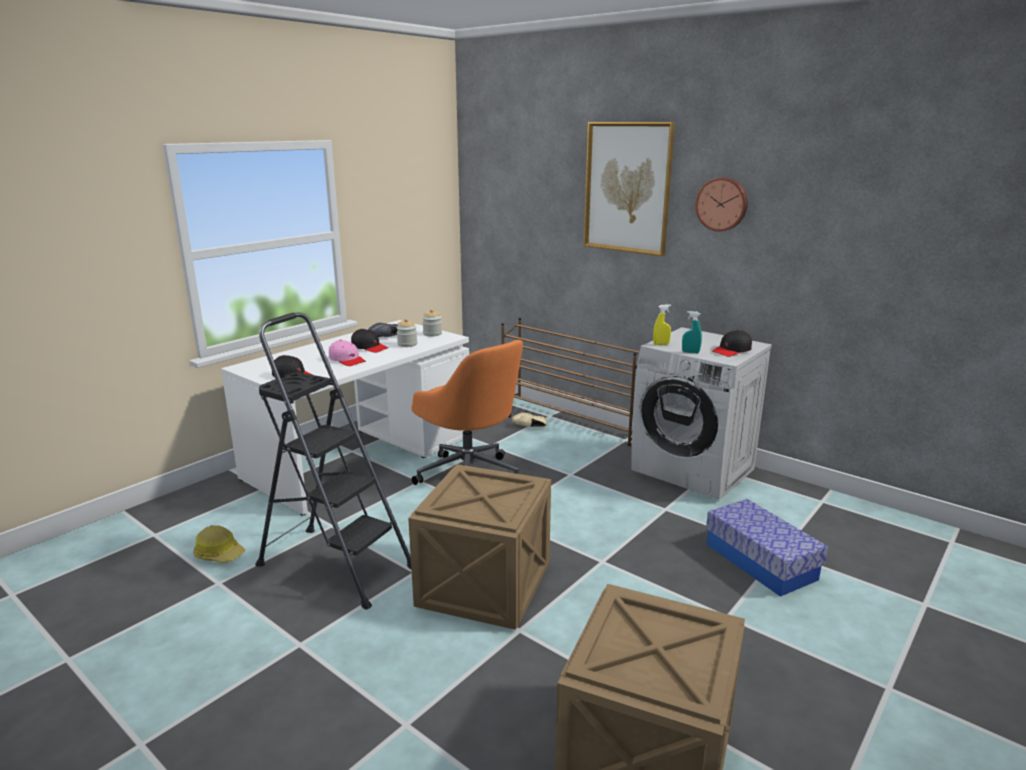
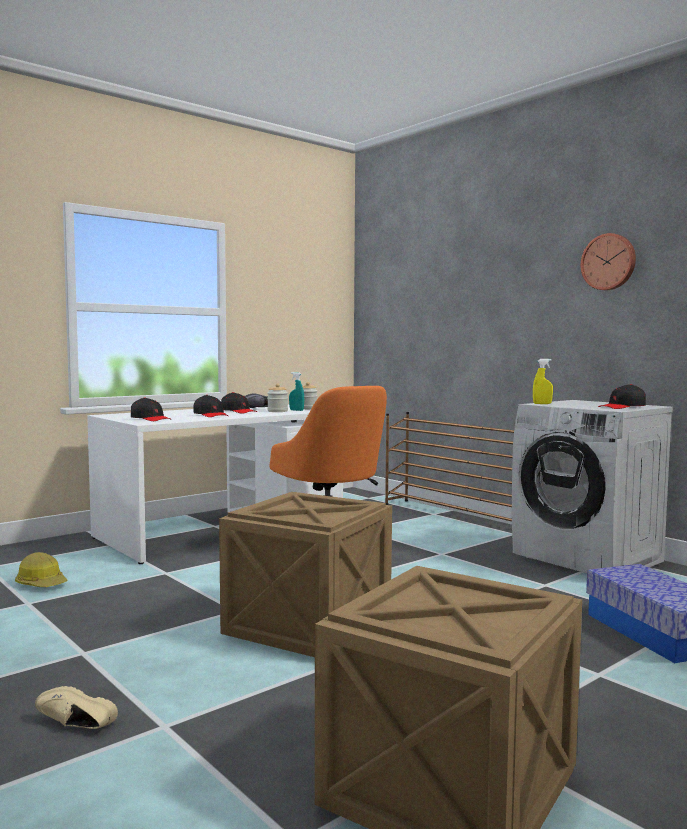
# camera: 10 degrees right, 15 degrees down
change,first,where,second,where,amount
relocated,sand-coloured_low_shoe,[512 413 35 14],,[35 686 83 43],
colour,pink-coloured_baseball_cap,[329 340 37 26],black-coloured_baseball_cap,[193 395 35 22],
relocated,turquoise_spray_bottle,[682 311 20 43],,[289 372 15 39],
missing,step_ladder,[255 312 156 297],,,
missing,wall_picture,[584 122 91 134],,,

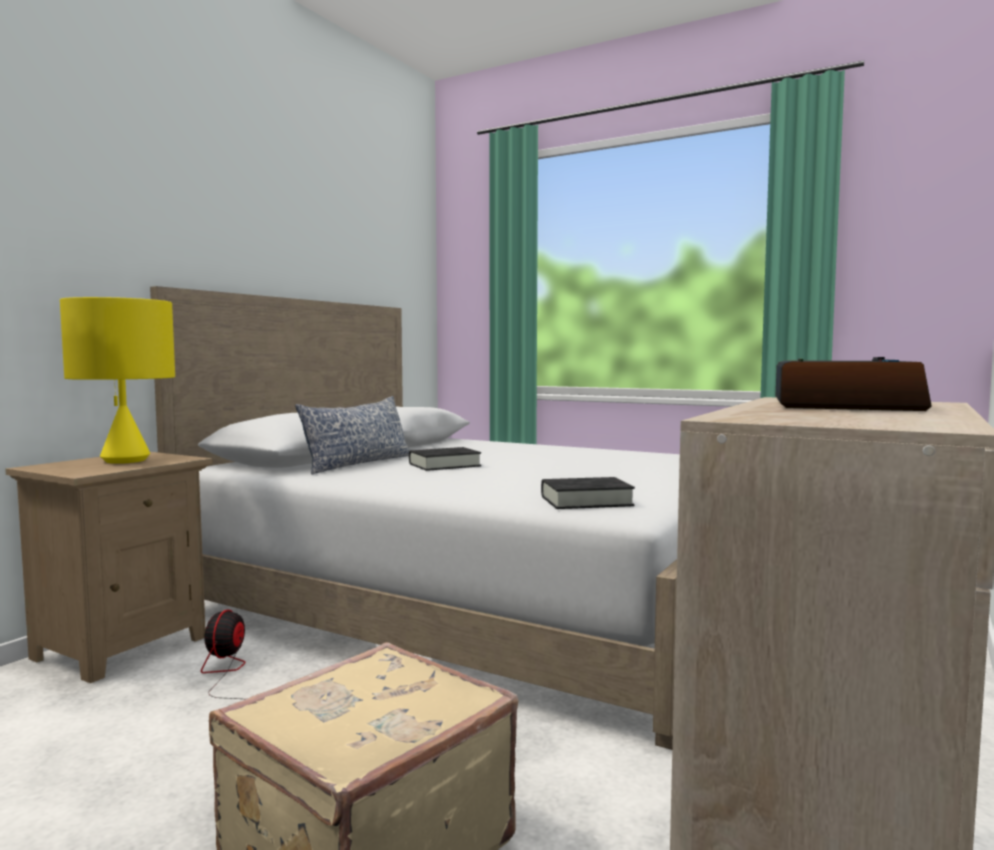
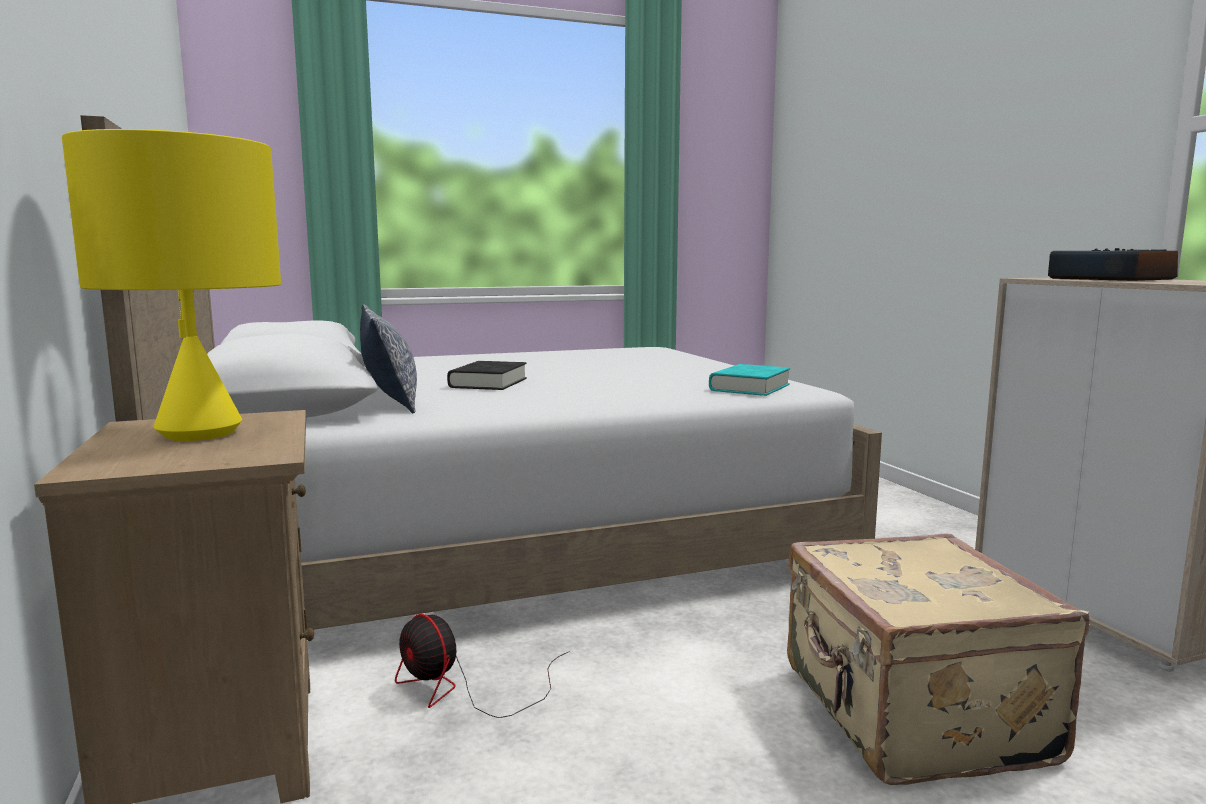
# camera: 50 degrees left, 5 degrees up
change,first,where,second,where,amount
colour,black-coloured_volume,[541 477 94 32],turquoise_volume,[709 364 81 32],

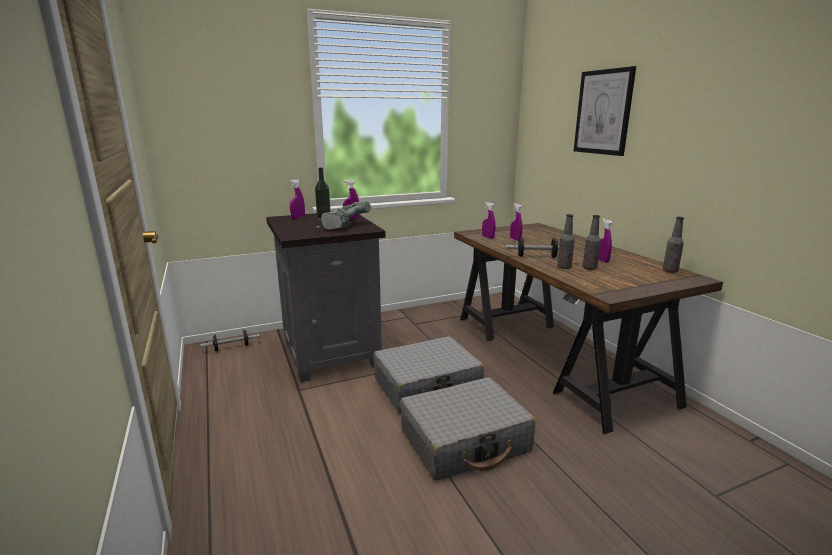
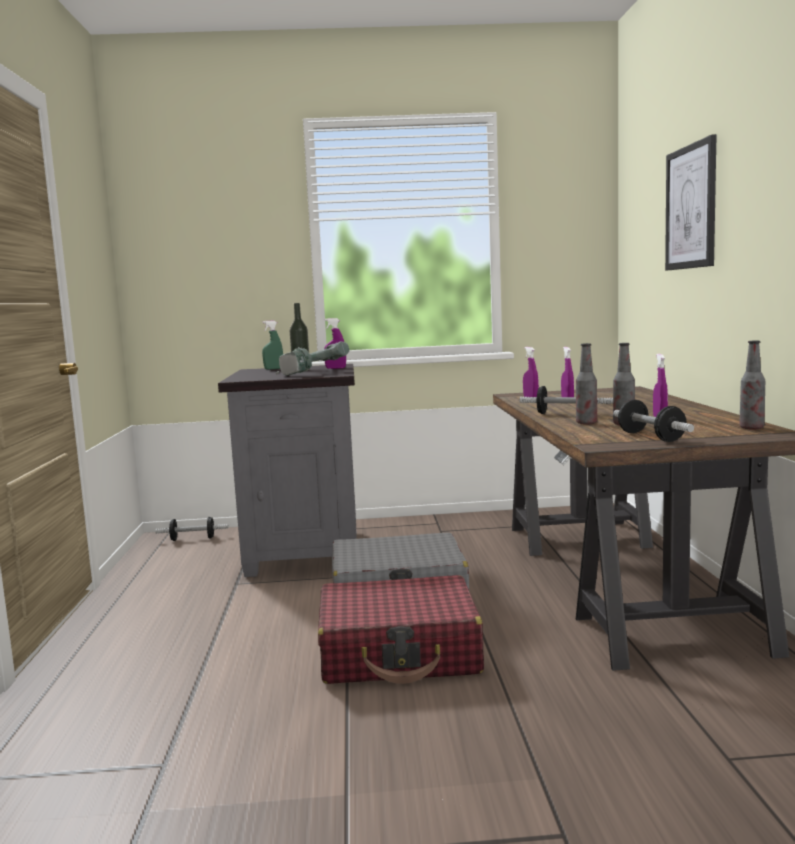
# camera: 20 degrees right, 10 degrees down
change,first,where,second,where,amount
colour,purple-coloured_spray_bottle,[289 180 16 39],green_spray_bottle,[262 321 21 49],
colour,grey_travel_case,[400 377 135 104],red-coloured_travel_case,[318 575 166 109],
appeared,,,dumbbell,[614 400 80 42],

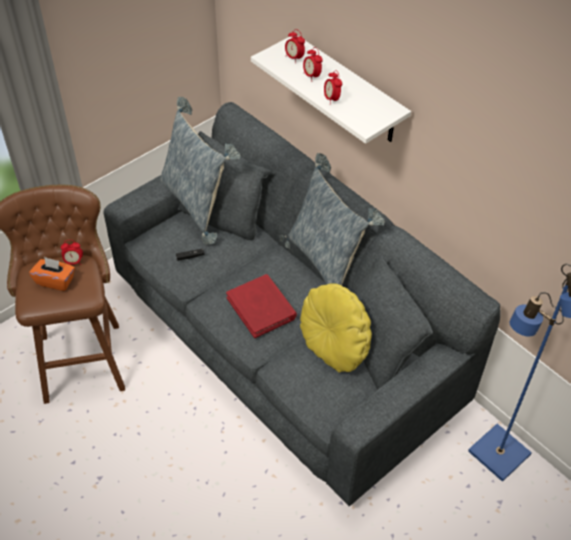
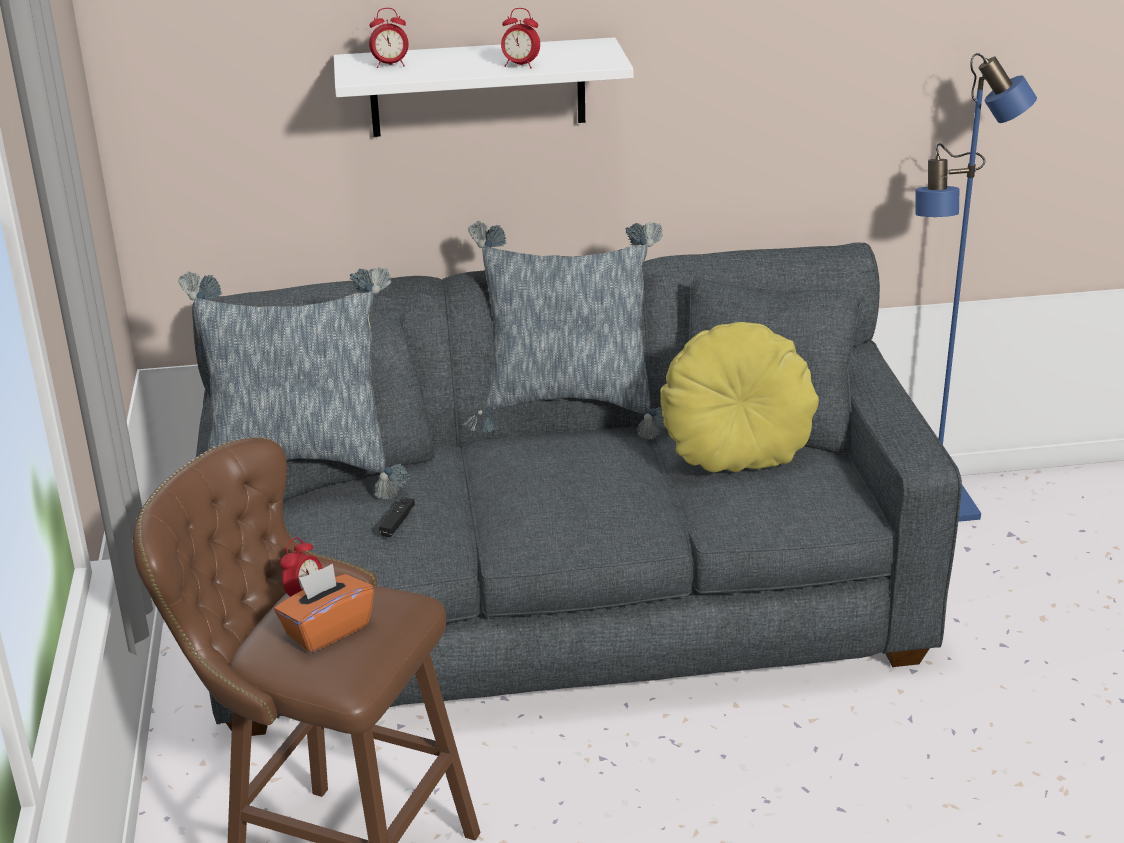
# camera: 55 degrees left, 20 degrees down
change,first,where,second,where,amount
missing,red-coloured_volume,[226 274 71 64],,,
missing,alarm_clock,[303 47 20 35],,,

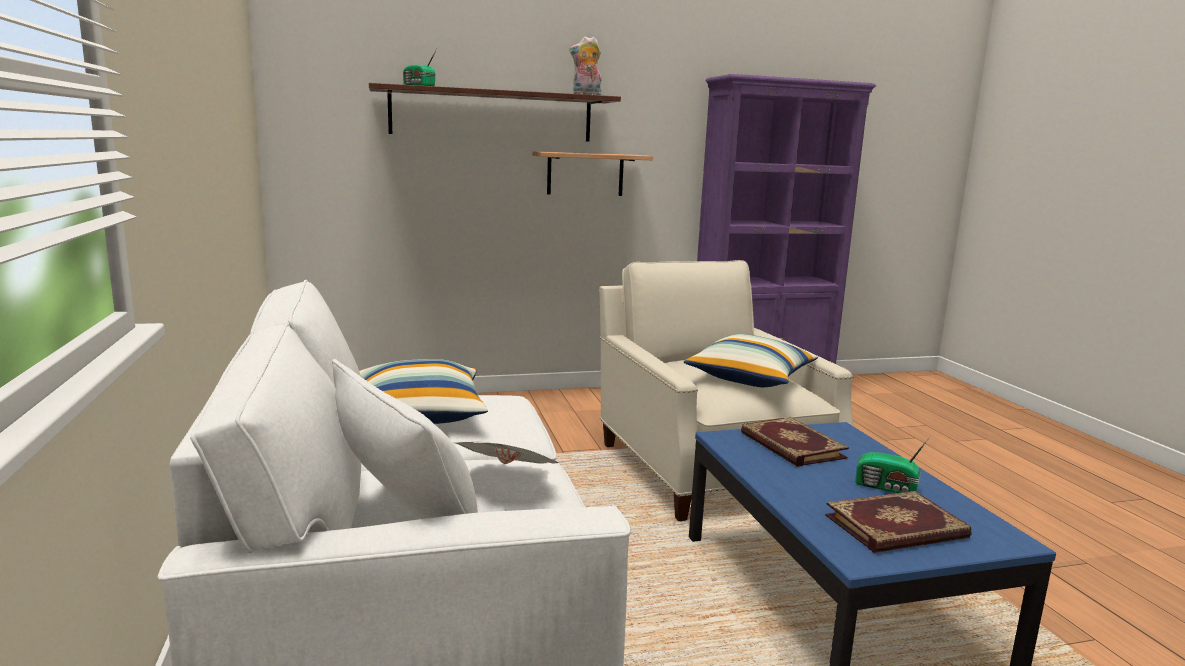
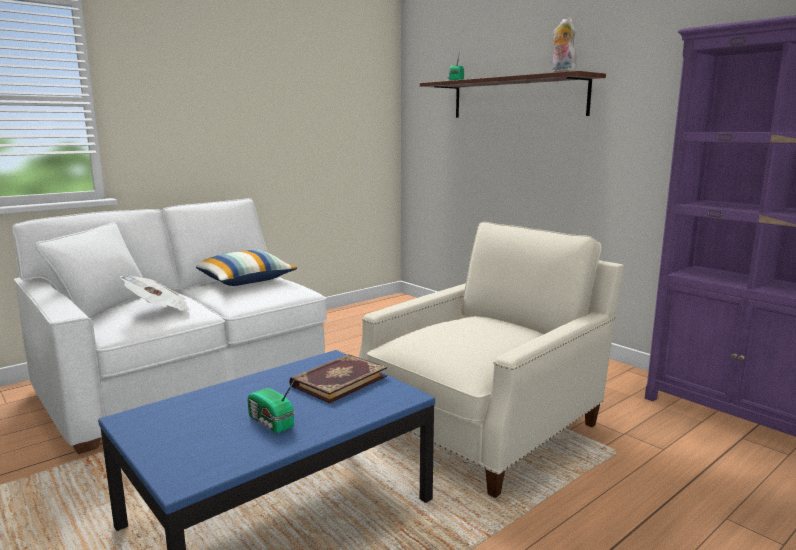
# camera: 65 degrees right, 0 degrees up
change,first,where,second,where,amount
spun,radio_receiver,[855 437 75 56],,[247 378 49 55],45 degrees counterclockwise
missing,shelf,[532 151 121 45],,,
missing,throw_pillow,[684 334 134 53],,,
missing,volume,[825 491 147 62],,,

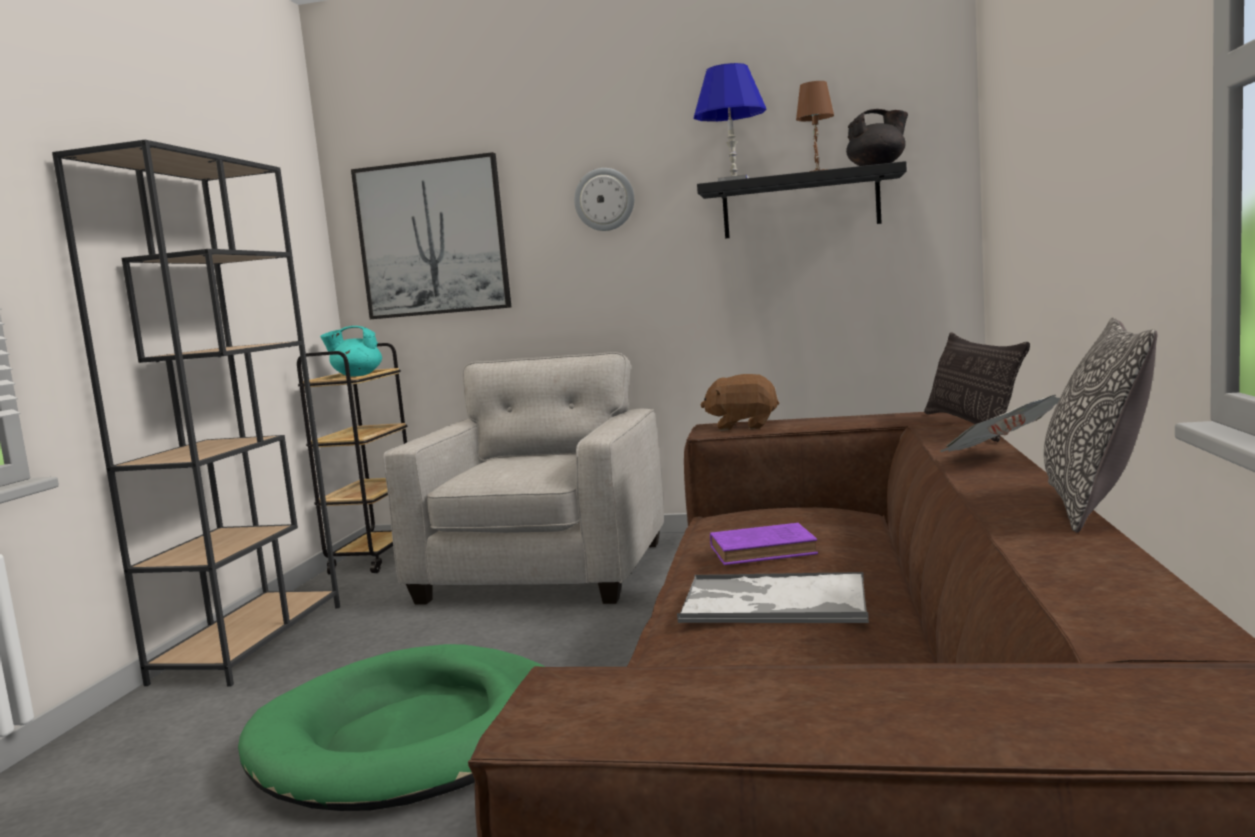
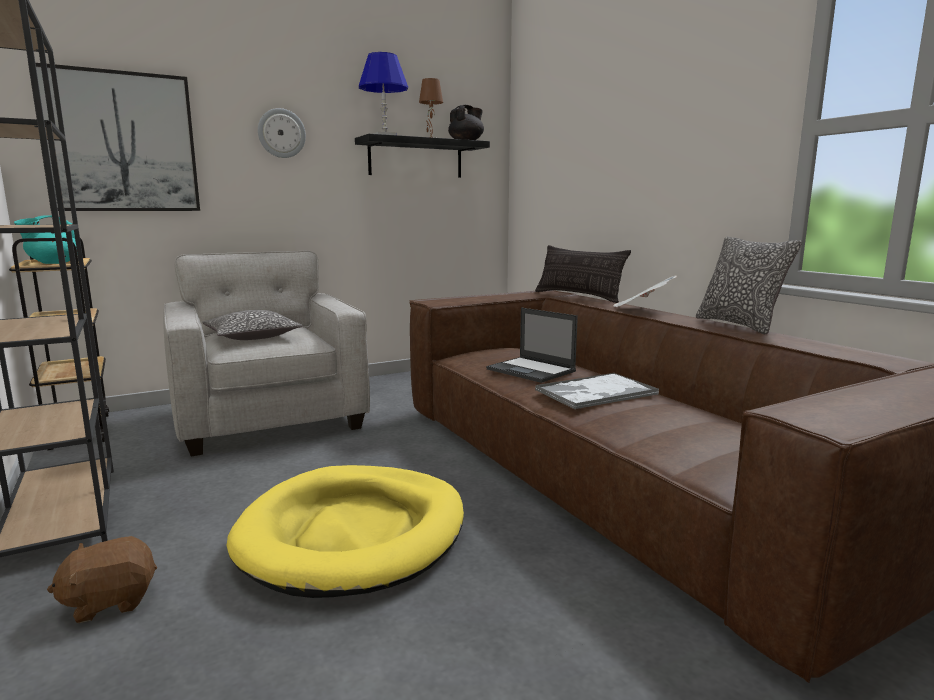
# camera: 40 degrees left, 5 degrees up
change,first,where,second,where,amount
relocated,brownish_cuddly_toy,[700 374 79 57],,[47 536 110 87],
appeared,,,throw_pillow,[202 310 101 30],
colour,green_pet_bed,[238 644 307 167],yellowish_pet_bed,[226 465 238 133],
exchanged,purple-coloured_volume,[710 523 108 42],notebook_computer,[486 307 92 76],

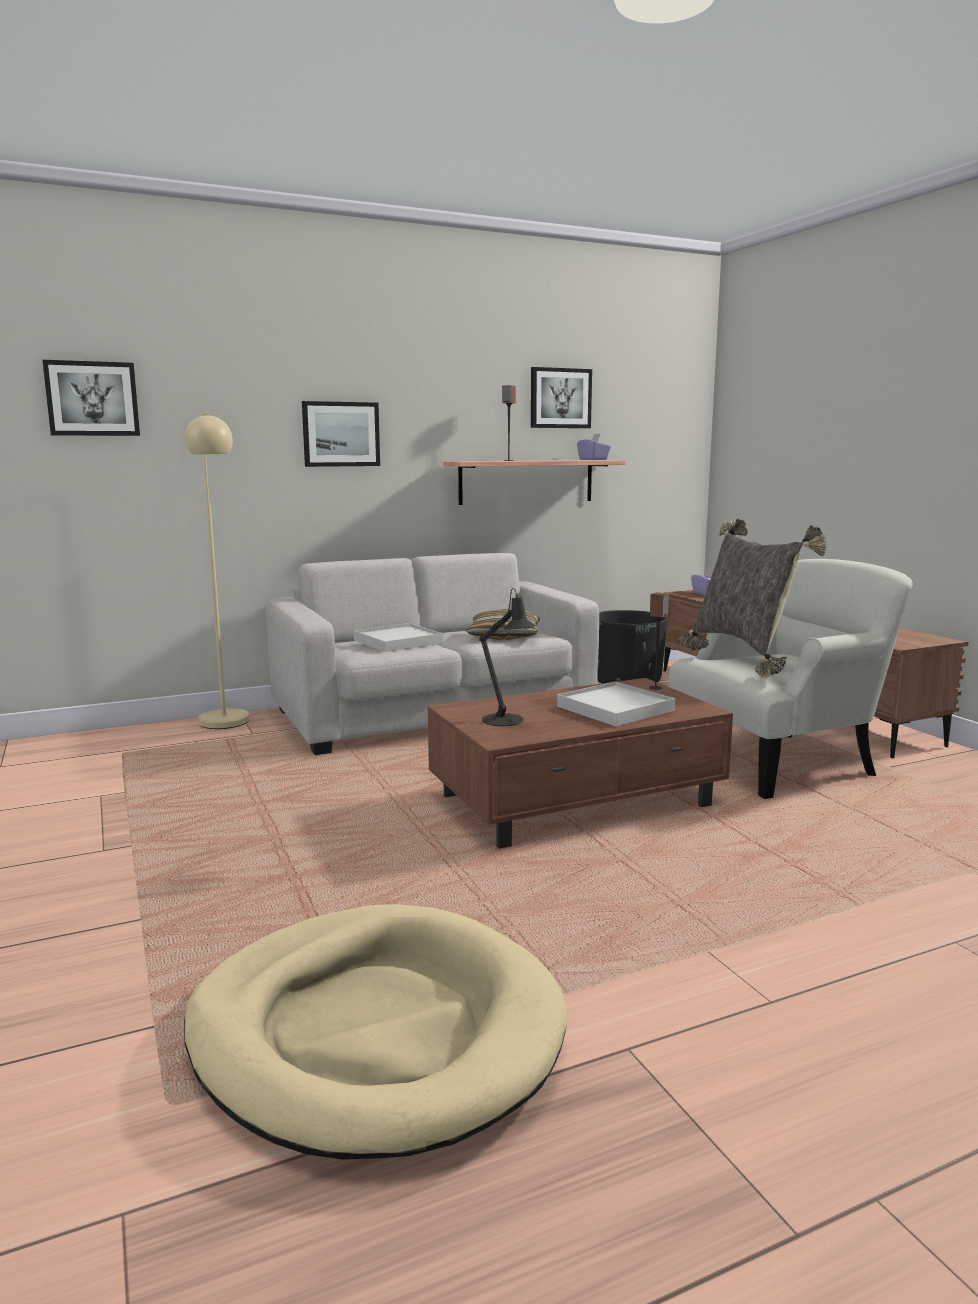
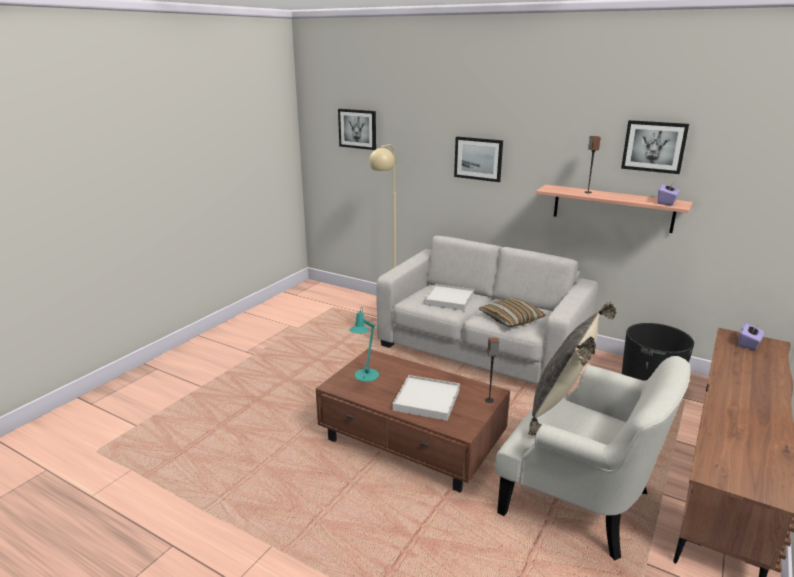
# camera: 55 degrees right, 10 degrees up
change,first,where,second,where,amount
colour,black-coloured_lamp_for_a_table,[479 588 58 138],turquoise_lamp_for_a_table,[349 308 30 74],
missing,sand-coloured_pet_bed,[184 904 383 256],,,

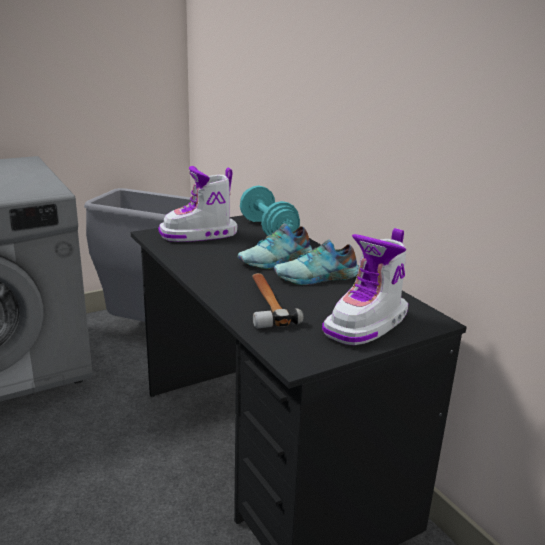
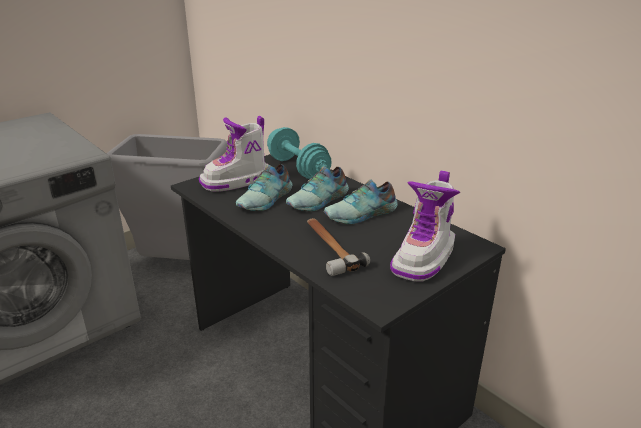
# camera: 10 degrees left, 5 degrees up
change,first,where,second,where,amount
appeared,,,low_shoe,[236 164 56 47],

